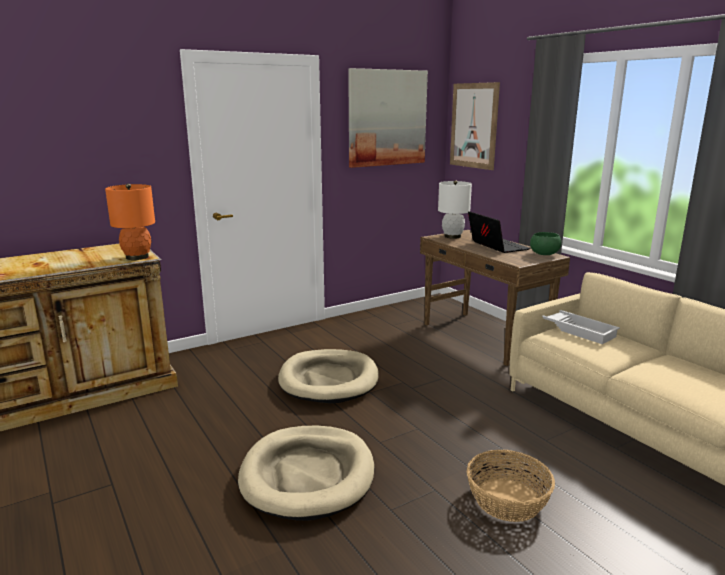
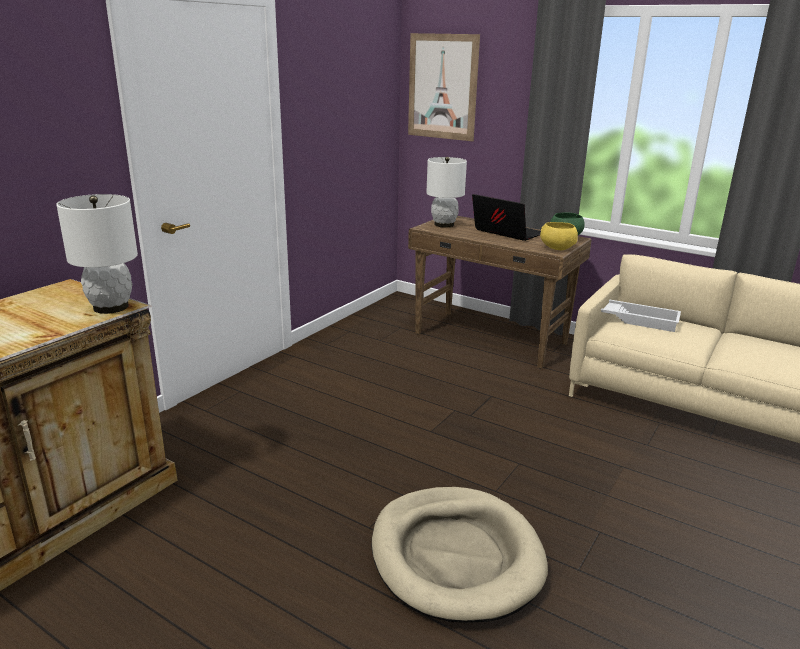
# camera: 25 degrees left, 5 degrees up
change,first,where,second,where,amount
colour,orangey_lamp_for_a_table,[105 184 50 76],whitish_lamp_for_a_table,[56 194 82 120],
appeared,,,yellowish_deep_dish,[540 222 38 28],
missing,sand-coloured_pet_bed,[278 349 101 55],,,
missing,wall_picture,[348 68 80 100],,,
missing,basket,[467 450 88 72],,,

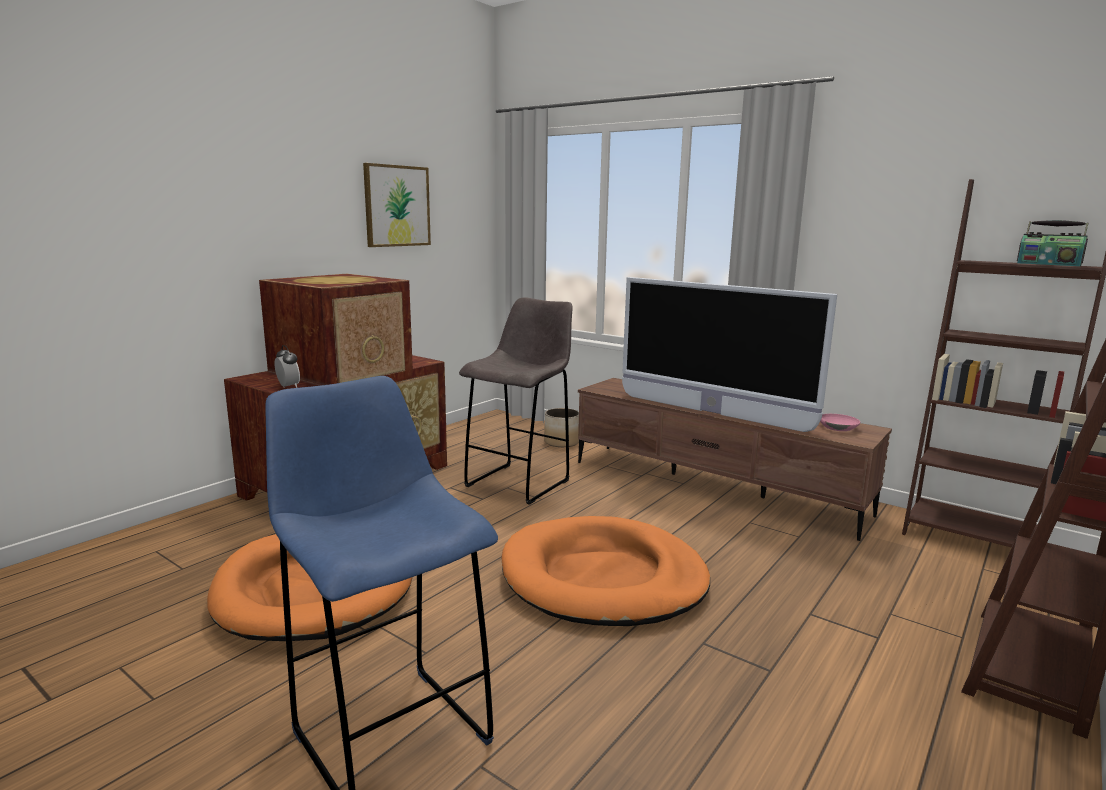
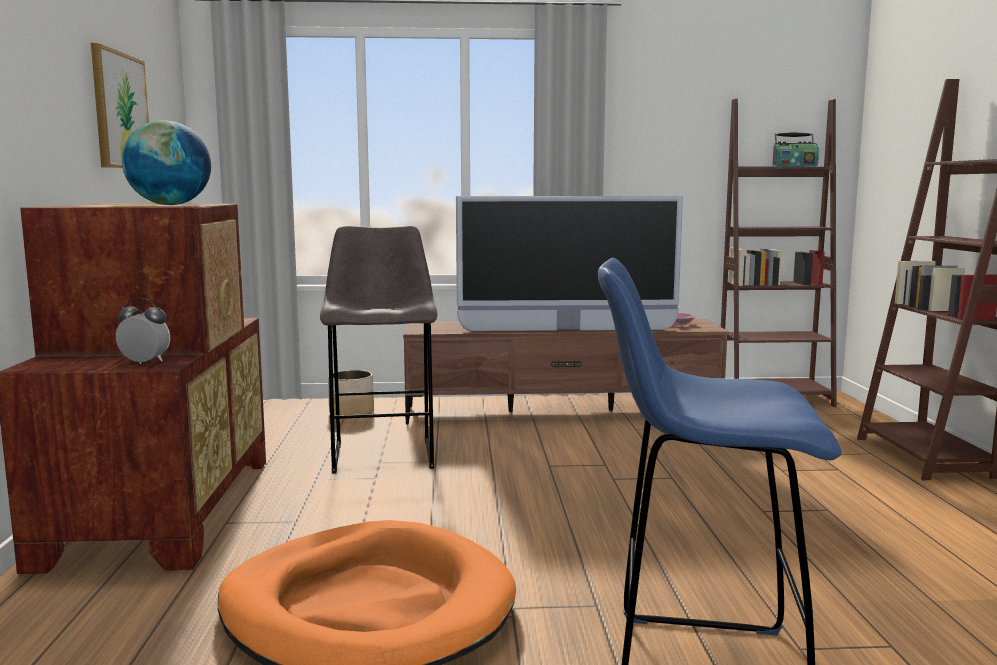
# camera: 40 degrees left, 5 degrees down
change,first,where,second,where,amount
appeared,,,globe,[122 120 89 85],
missing,orangey_pet_bed,[501 516 209 110],,,

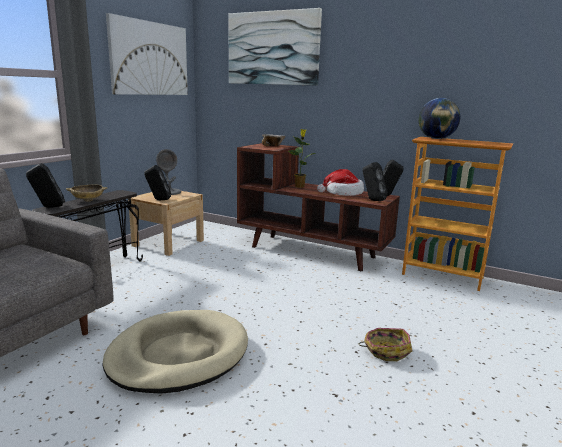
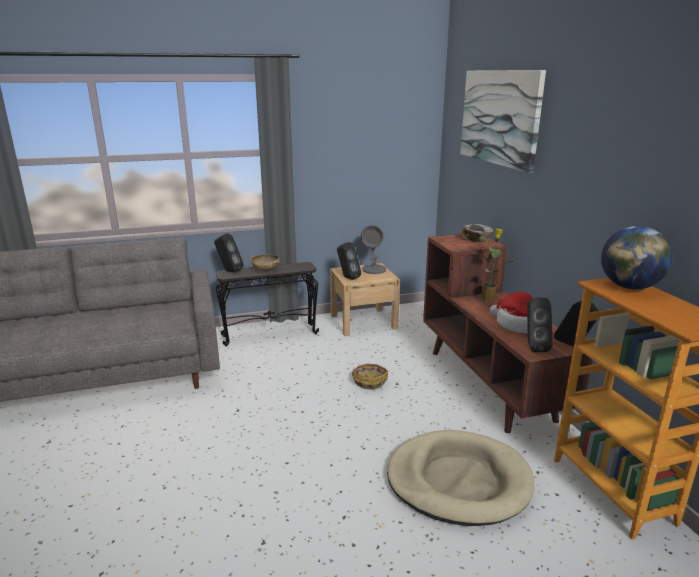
# camera: 45 degrees right, 5 degrees up
change,first,where,second,where,amount
relocated,basket,[358 328 54 33],,[352 364 36 26],
relocated,sand-coloured_pet_bed,[103 310 145 84],,[387 430 148 96],
missing,wall_picture,[106 13 82 82],,,

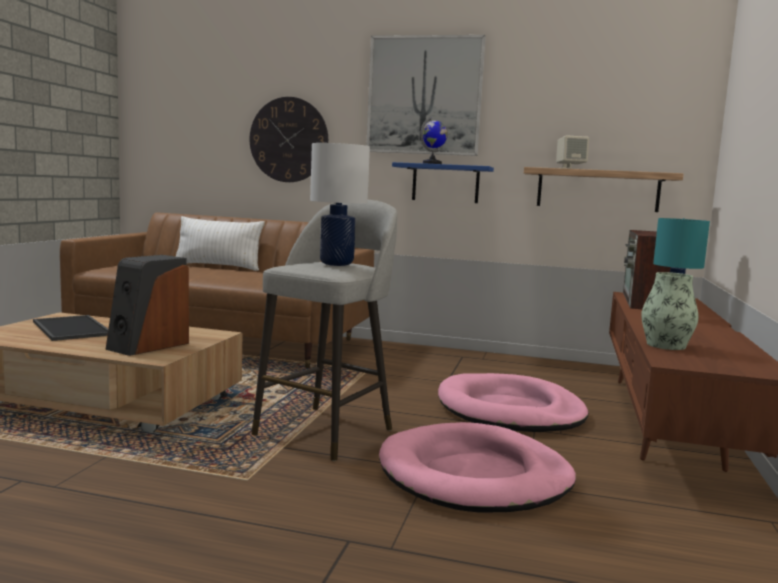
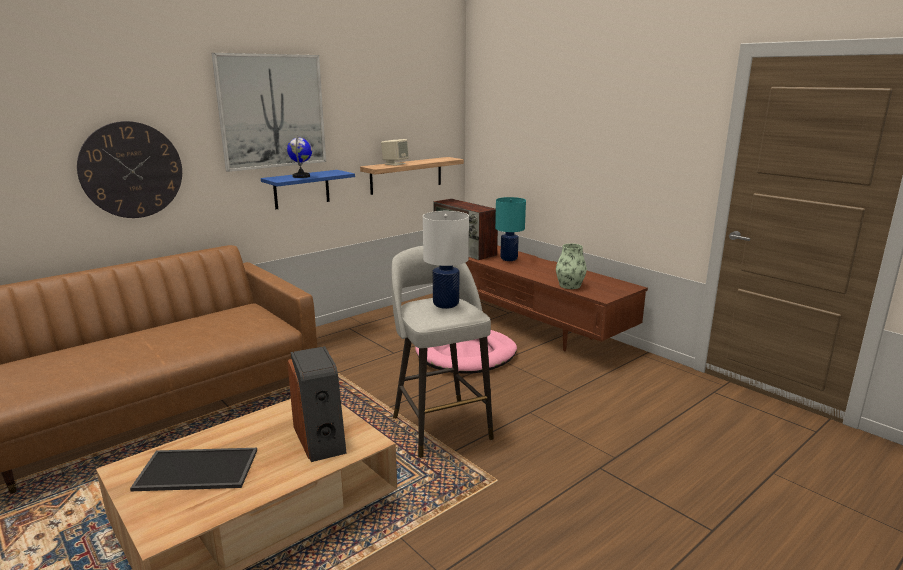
# camera: 55 degrees left, 10 degrees up
change,first,where,second,where,amount
missing,whitish_throw_pillow,[175 216 90 55],,,
missing,pink-coloured_pet_bed,[379 422 197 91],,,

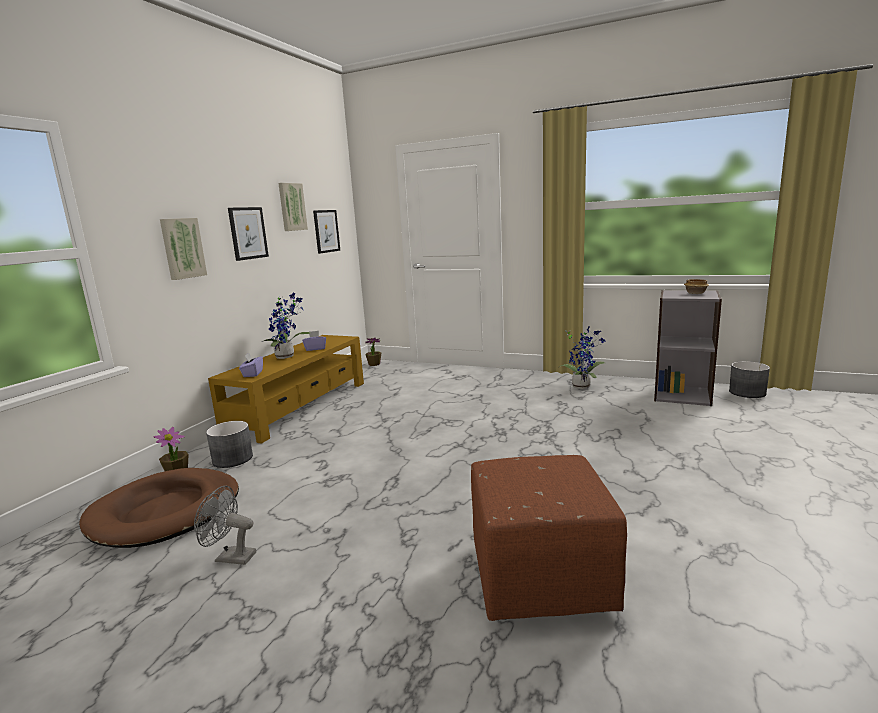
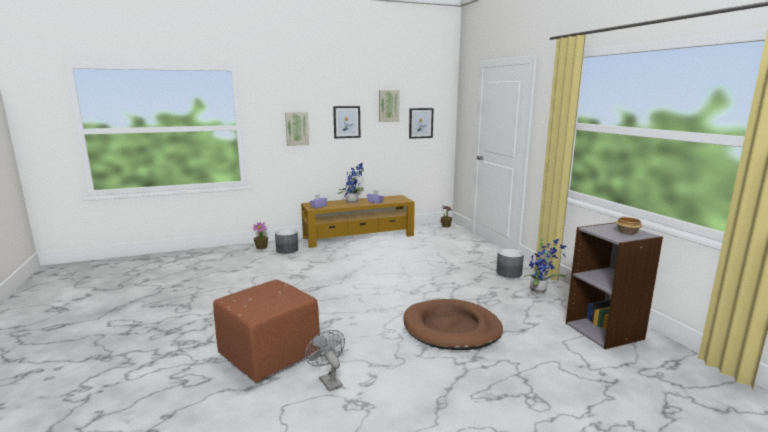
# camera: 45 degrees right, 0 degrees up
change,first,where,second,where,amount
relocated,grey_electric_fan,[194 486 62 79],,[305 330 40 62],
relocated,brownish_pet_bed,[79 468 160 80],,[403 299 100 51],
relocated,grey_planter,[729 361 41 37],,[496 249 28 29],

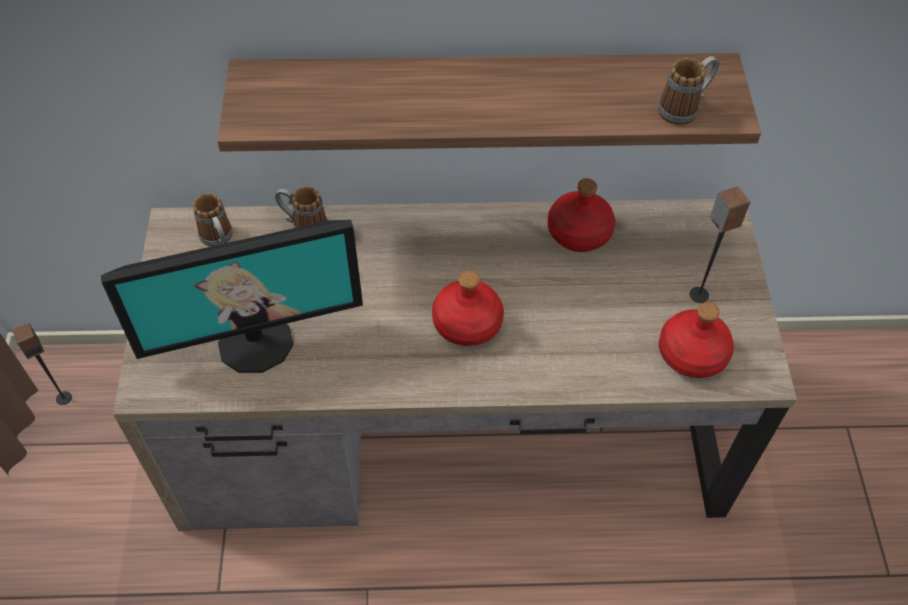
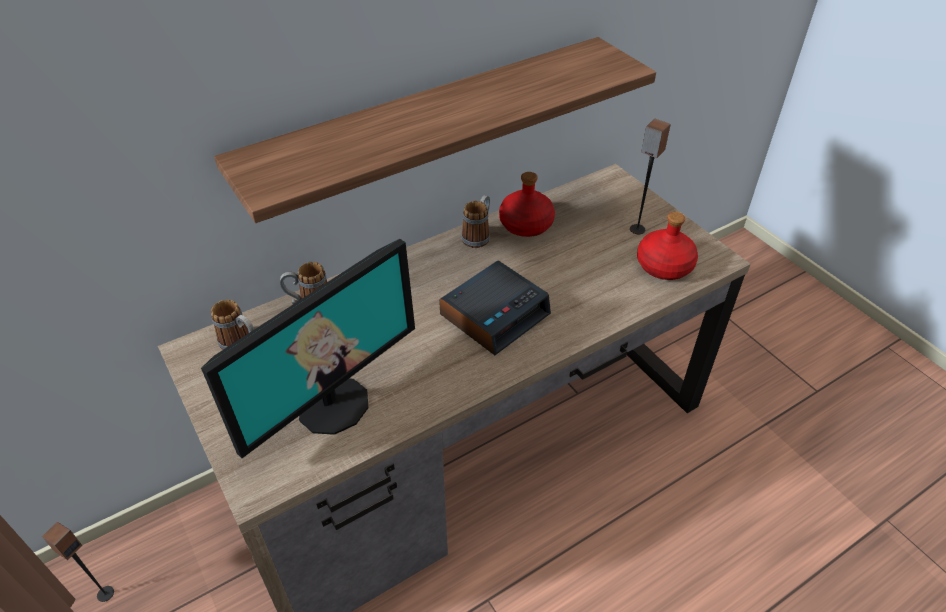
# camera: 30 degrees left, 10 degrees down
change,first,where,second,where,amount
exchanged,red-coloured_bottle,[432 271 72 75],alarm_clock,[439 260 112 95],
relocated,mug,[658 56 61 69],,[461 195 29 53],

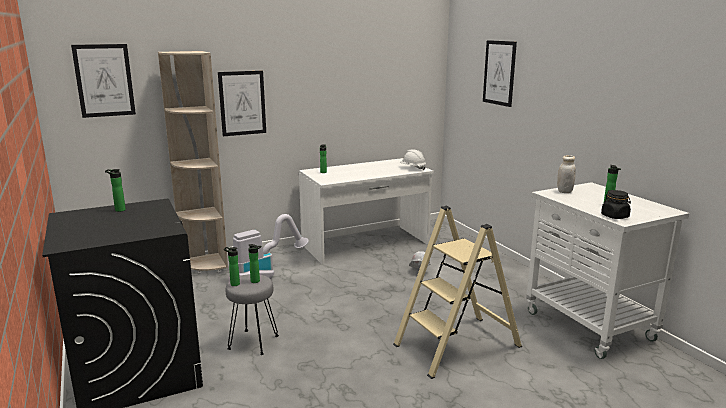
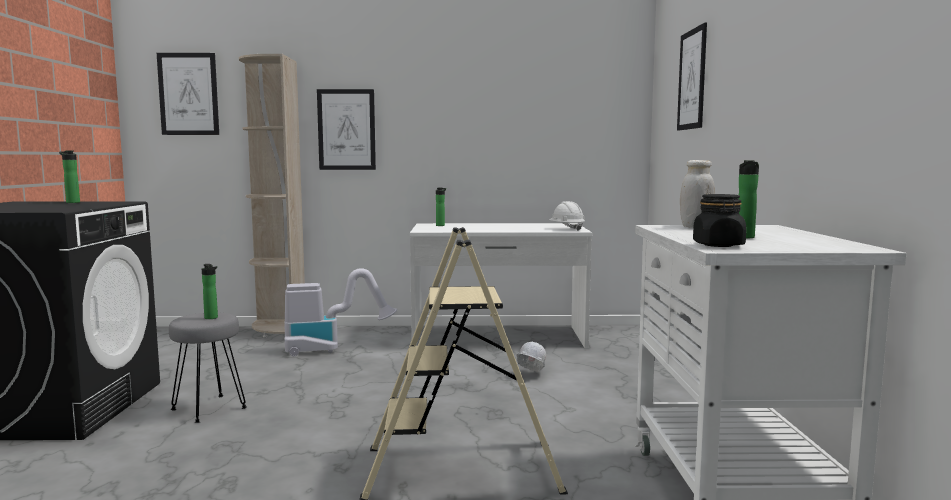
# camera: 25 degrees right, 10 degrees down
change,first,where,second,where,amount
missing,bottle,[224 247 16 39],,,

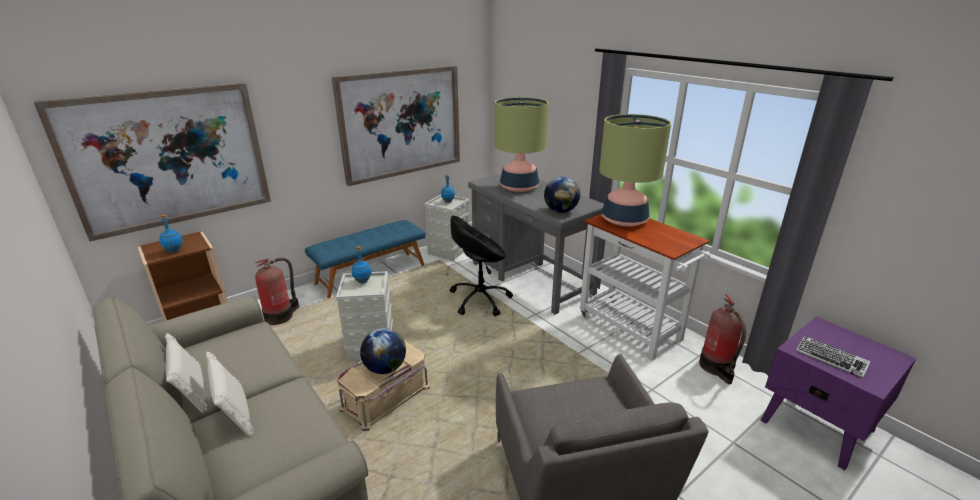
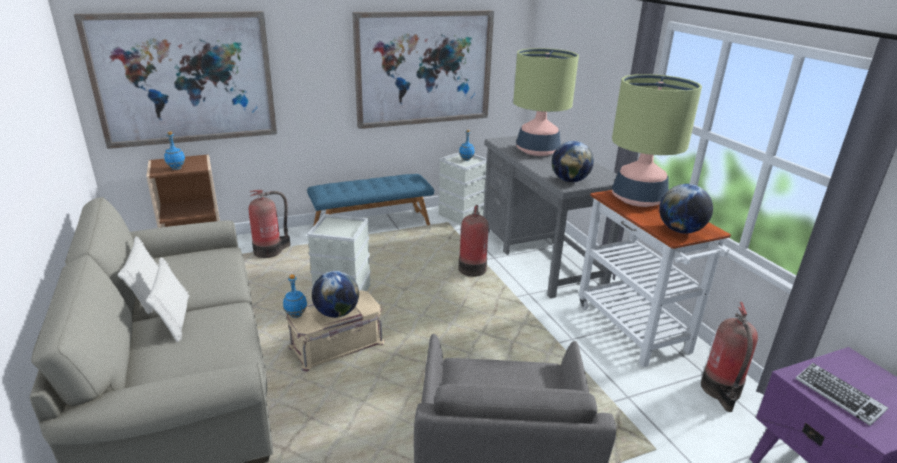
# camera: 15 degrees right, 0 degrees up
change,first,where,second,where,amount
relocated,bluish_bottle,[352 246 20 37],,[283 274 24 44],
exchanged,black-coloured_computer_chair,[450 215 63 101],fire_extinguisher,[458 205 30 72],
appeared,,,globe,[659 184 54 50],

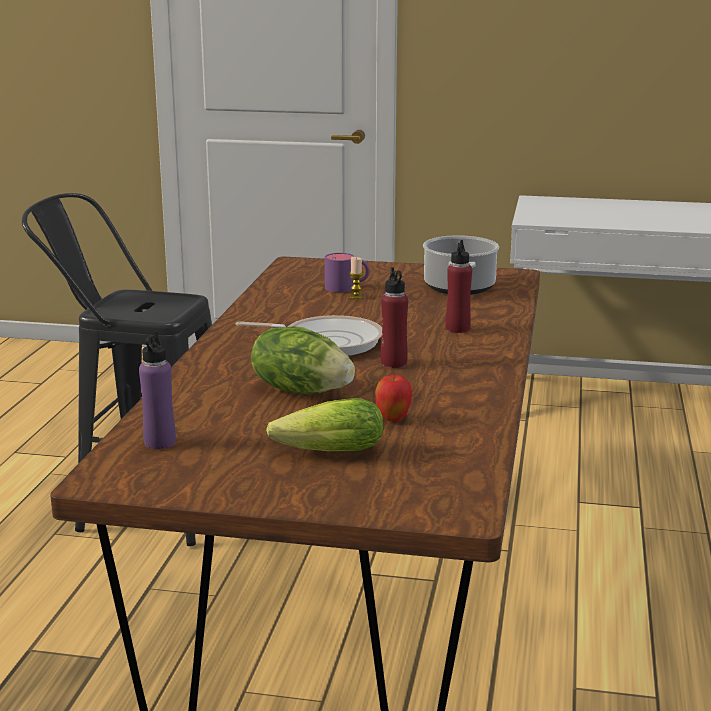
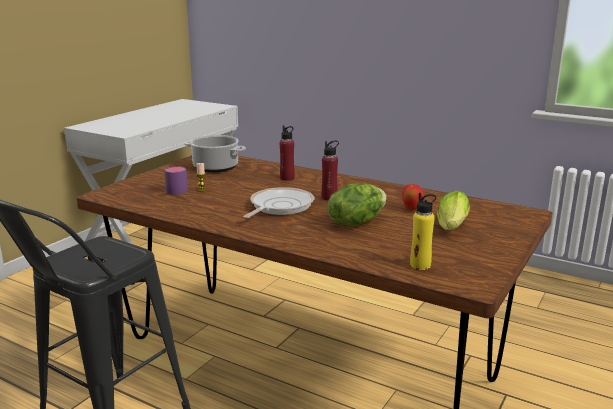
# camera: 70 degrees left, 0 degrees up
change,first,where,second,where,amount
colour,purple-coloured_bottle,[139 331 37 118],yellowish_bottle,[410 193 26 77],

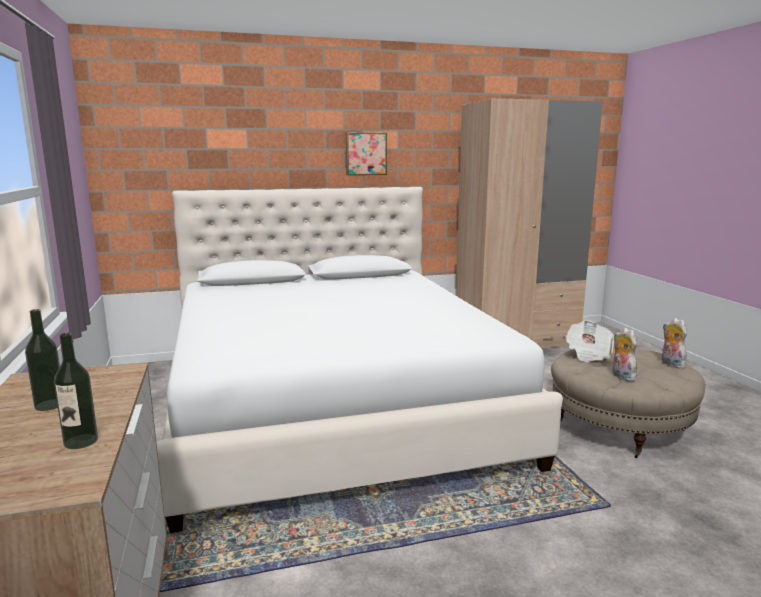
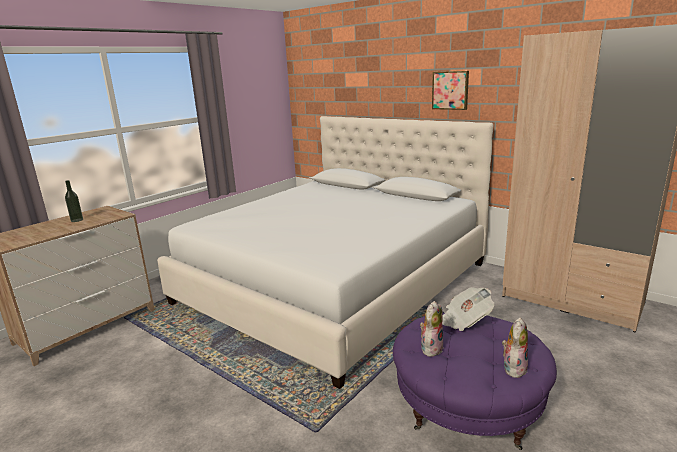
# camera: 55 degrees right, 5 degrees up
change,first,where,second,where,amount
colour,sand-coloured_ottoman,[551 346 154 112],purple-coloured_ottoman,[393 313 164 137],
missing,bottle,[54 333 44 116],,,

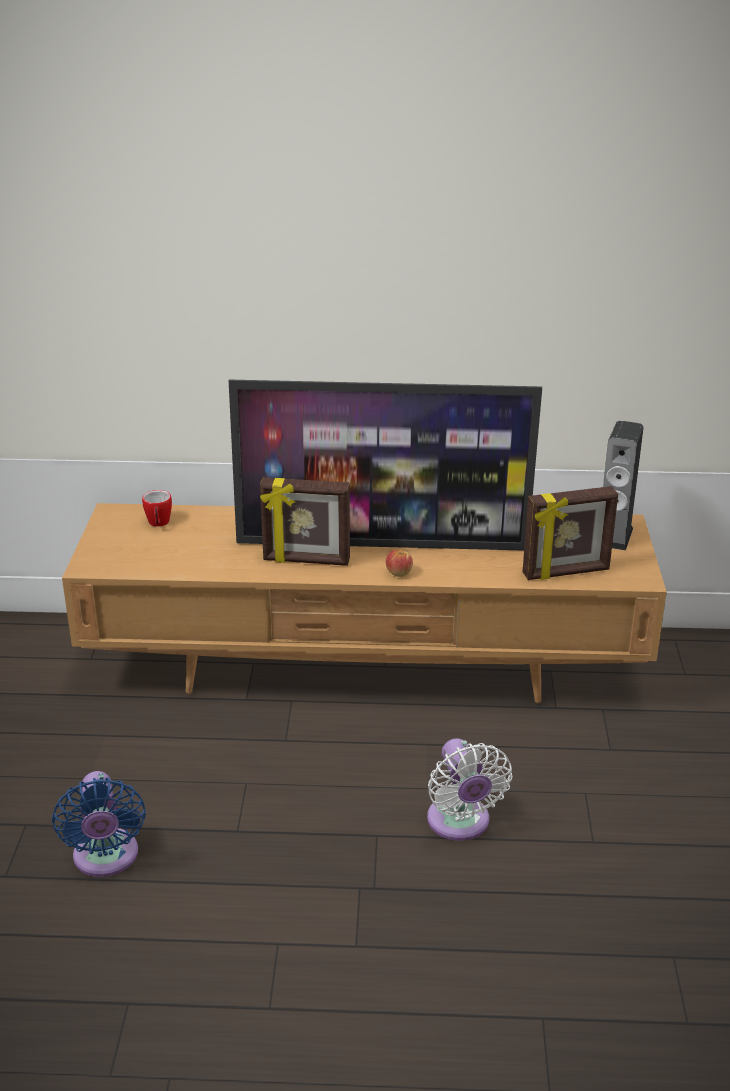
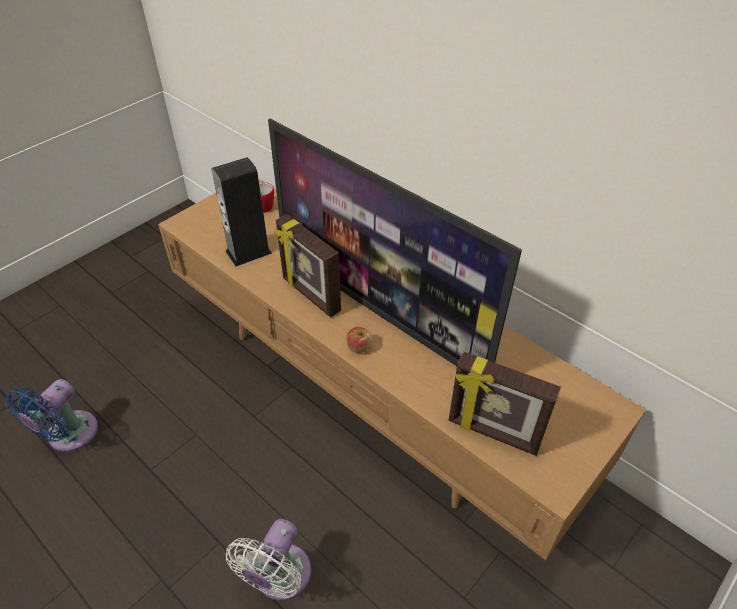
# camera: 40 degrees right, 15 degrees up
change,first,where,second,where,amount
relocated,audio_speaker,[603 421 41 130],,[212 157 60 110],

